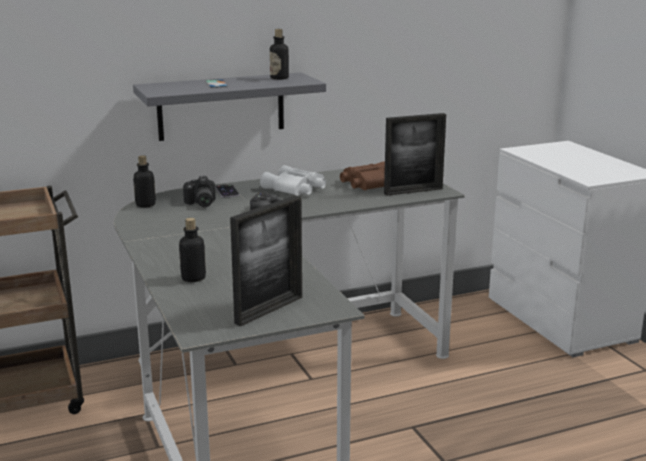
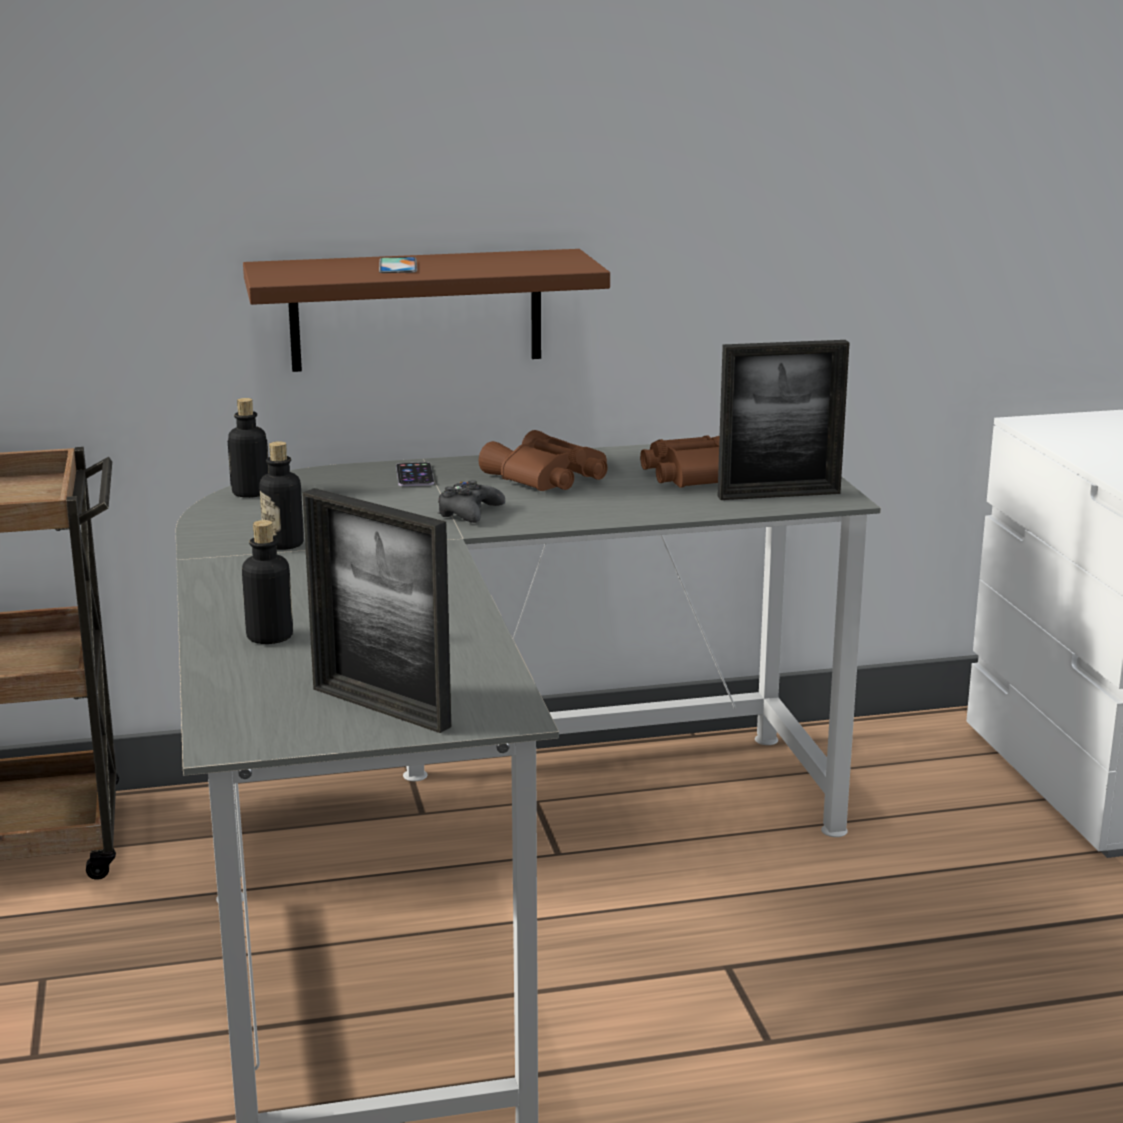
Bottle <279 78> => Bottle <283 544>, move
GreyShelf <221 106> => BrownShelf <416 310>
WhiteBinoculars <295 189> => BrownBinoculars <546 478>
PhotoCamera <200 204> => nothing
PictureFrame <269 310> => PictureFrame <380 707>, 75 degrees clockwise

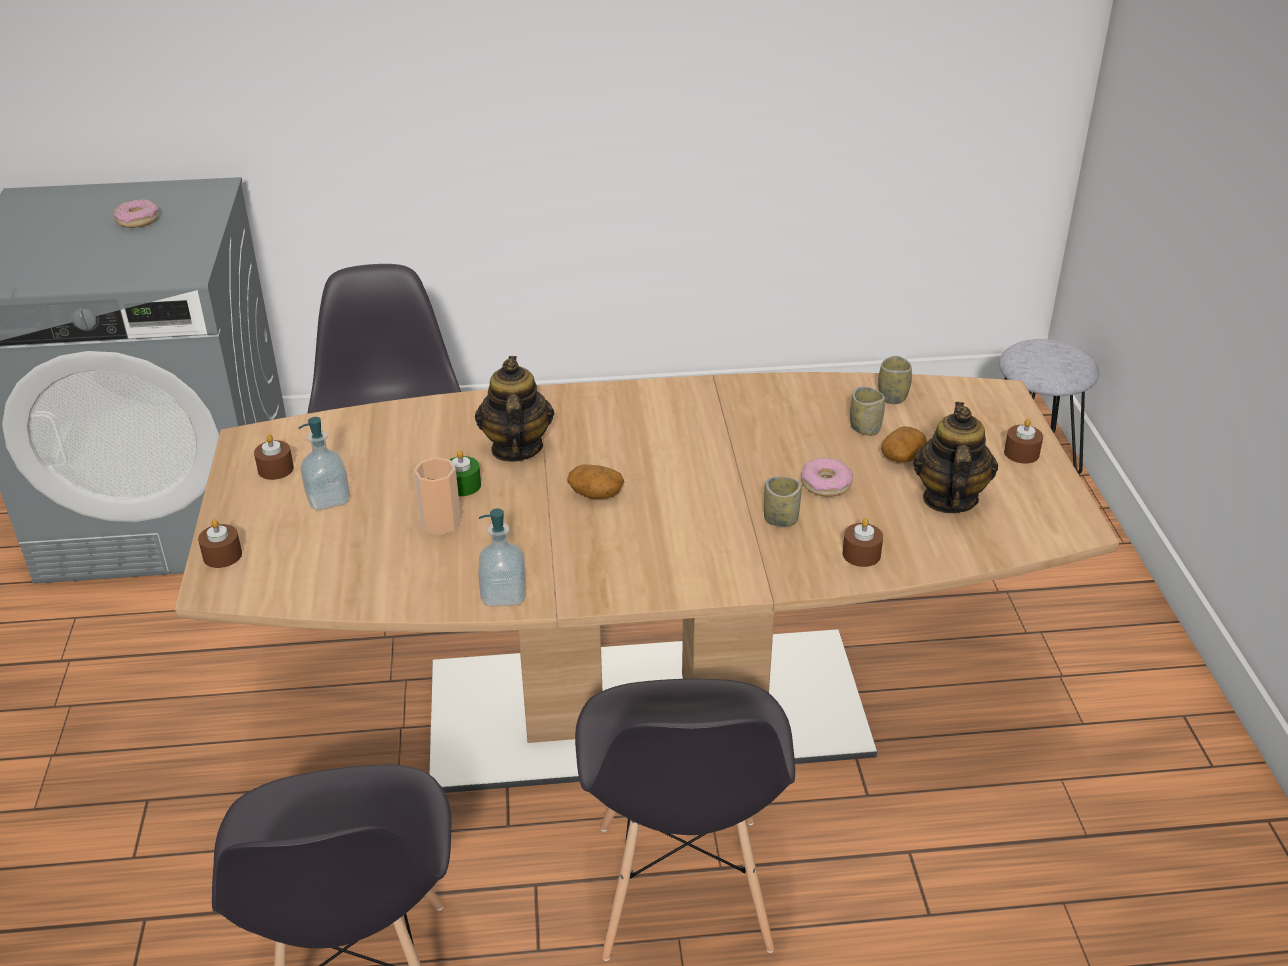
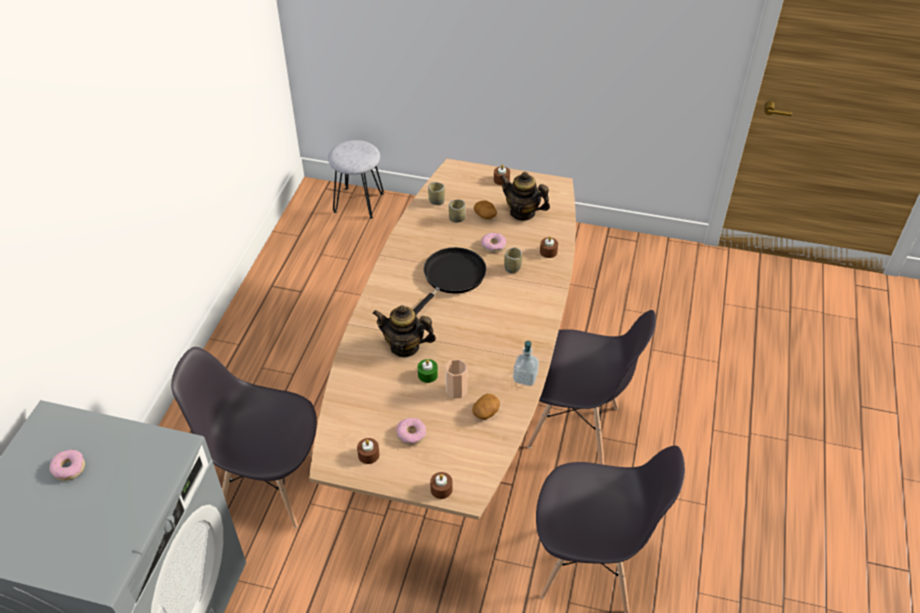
SoapDispenser <328 499> => Donut <411 434>
Potato <595 494> => Potato <486 412>, move
nothing => BlackFryingPan <452 277>

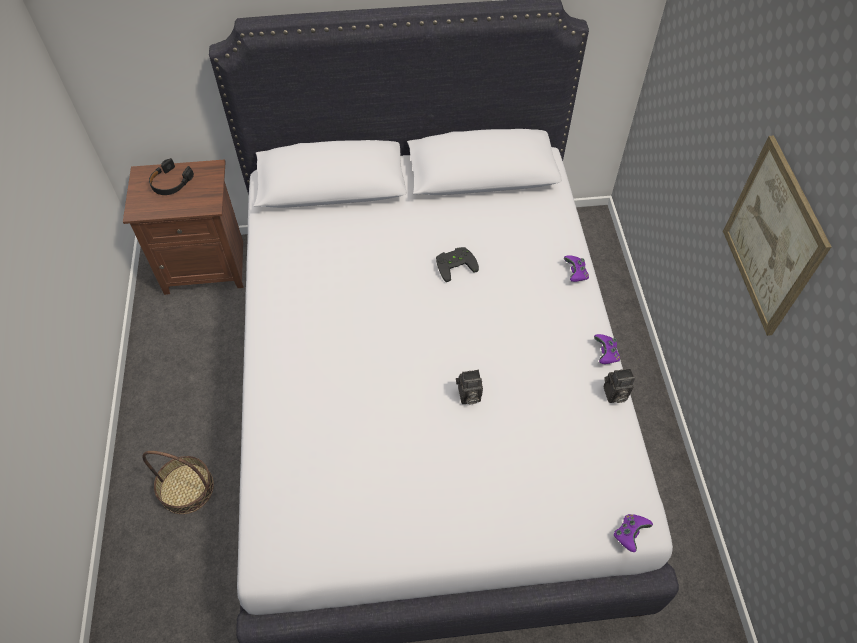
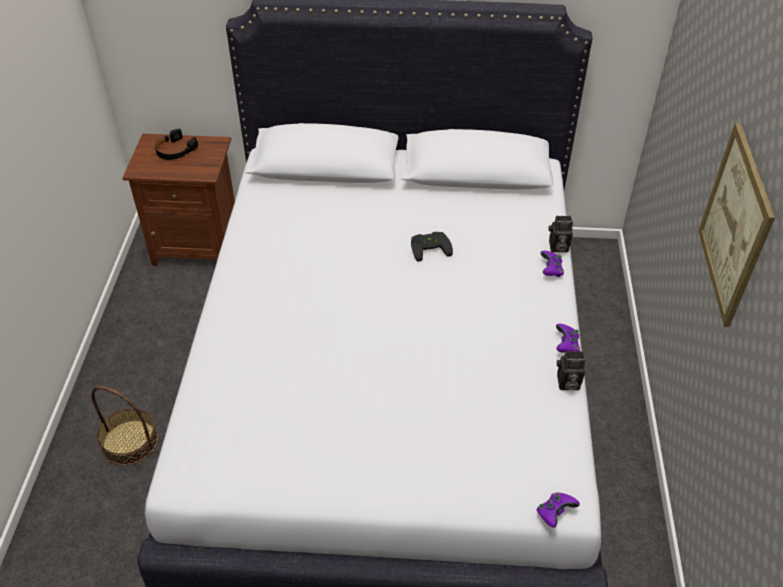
PhotoCamera <468 396> => PhotoCamera <557 247>, move

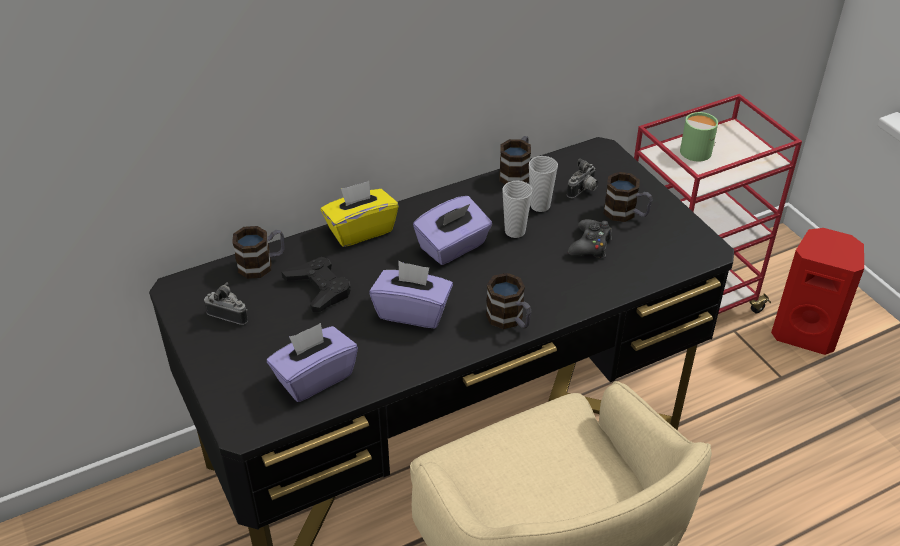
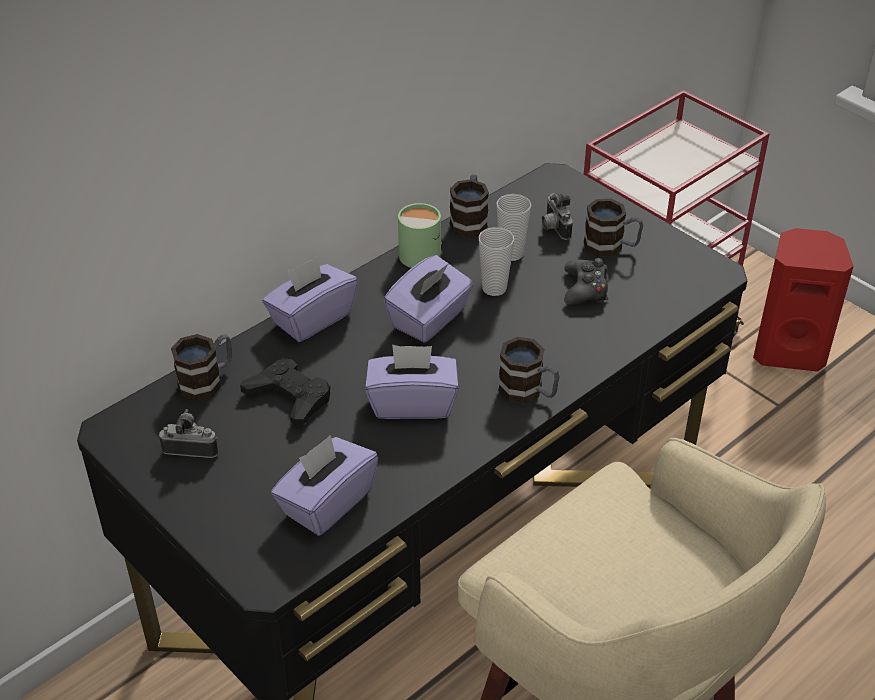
GreenMug <697 150> => GreenMug <421 252>, move
PhotoCamera <583 191> => PhotoCamera <553 228>, 135 degrees clockwise
YellowTissueBox <360 230> => PurpleTissueBox <311 318>

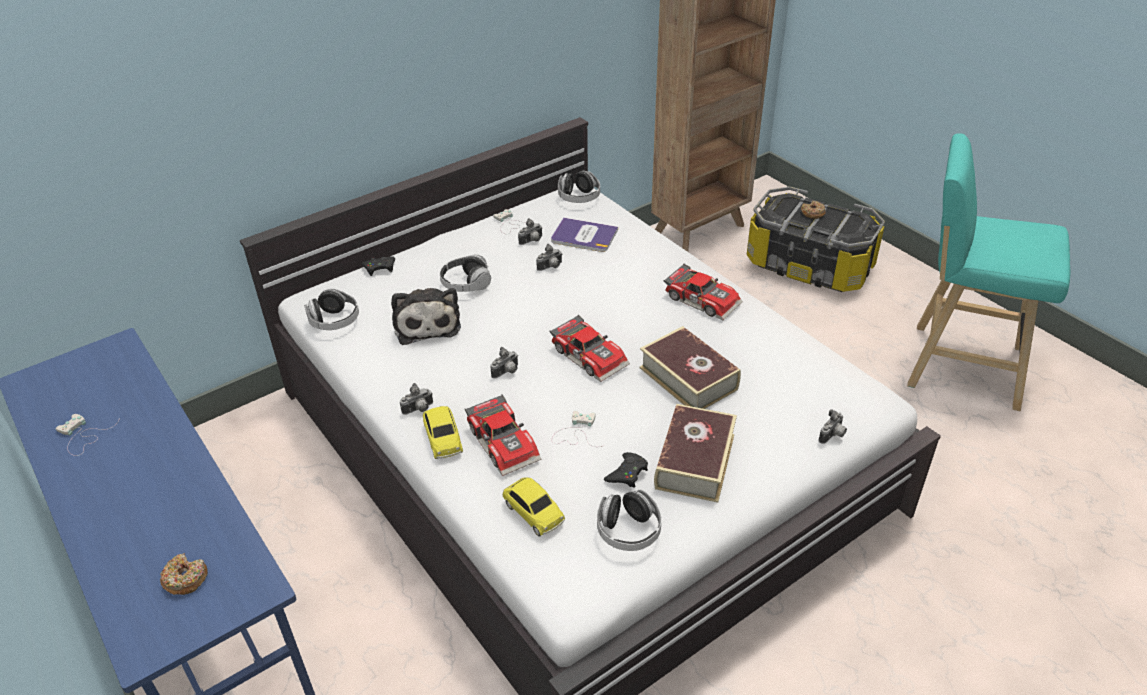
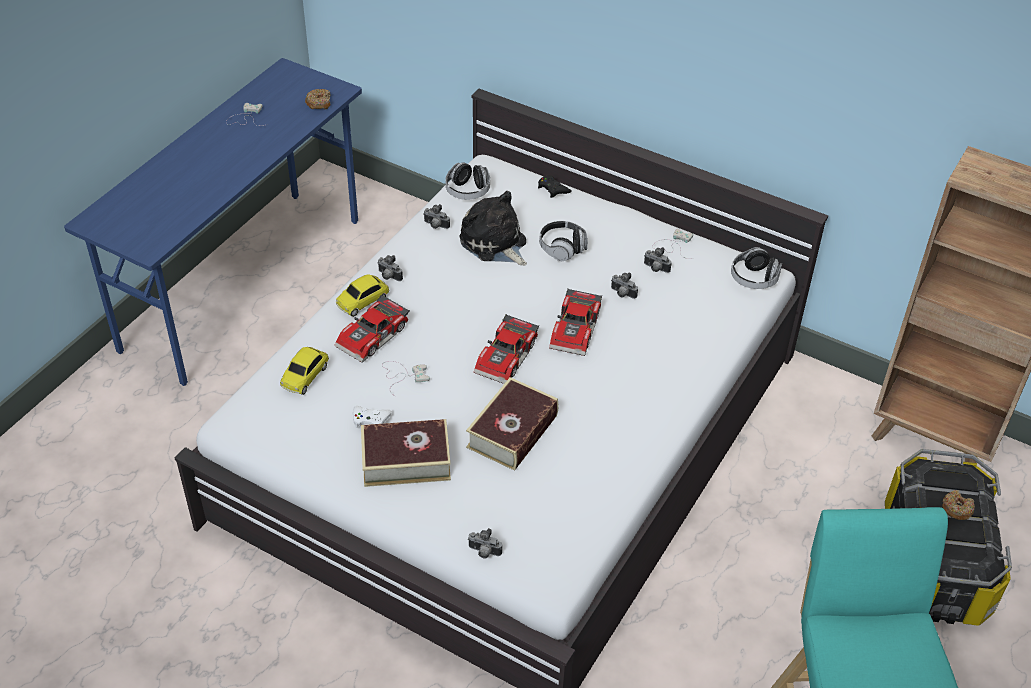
Book <584 236> => nothing
ToyCar <703 299> => ToyCar <577 330>, move
PlushToy <427 323> => PlushToy <495 243>, 90 degrees clockwise
PhotoCamera <507 372> => PhotoCamera <435 226>, move
BlackGameController <627 473> => WhiteGameController <370 419>
Headphones <628 531> => nothing
Donut <185 579> => Donut <319 103>, move

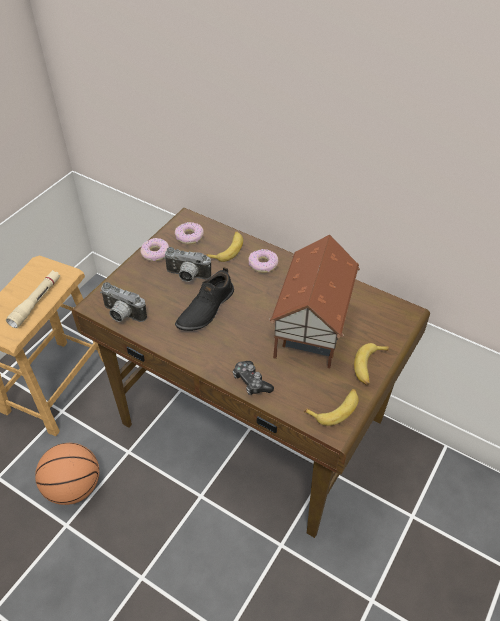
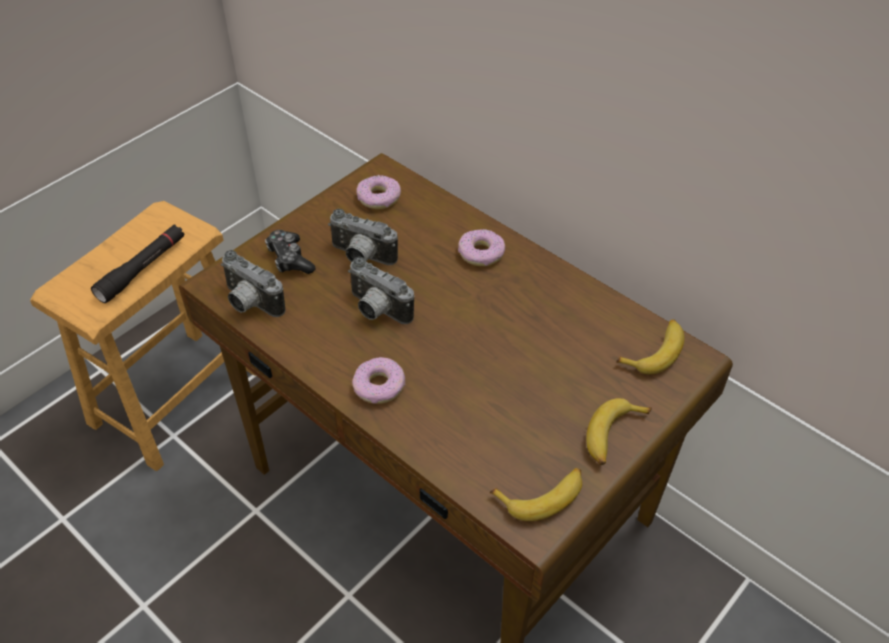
Banana <227 250> => Banana <654 351>, move
ToyHouse <310 330> => nothing
Donut <155 253> => Donut <379 386>, move
BlackShoe <205 309> => PhotoCamera <376 310>
BeigeFlashlight <36 302> => BlackFlashlight <142 269>
GameController <251 382> => GameController <290 259>, move
Basketball <73 487> => nothing

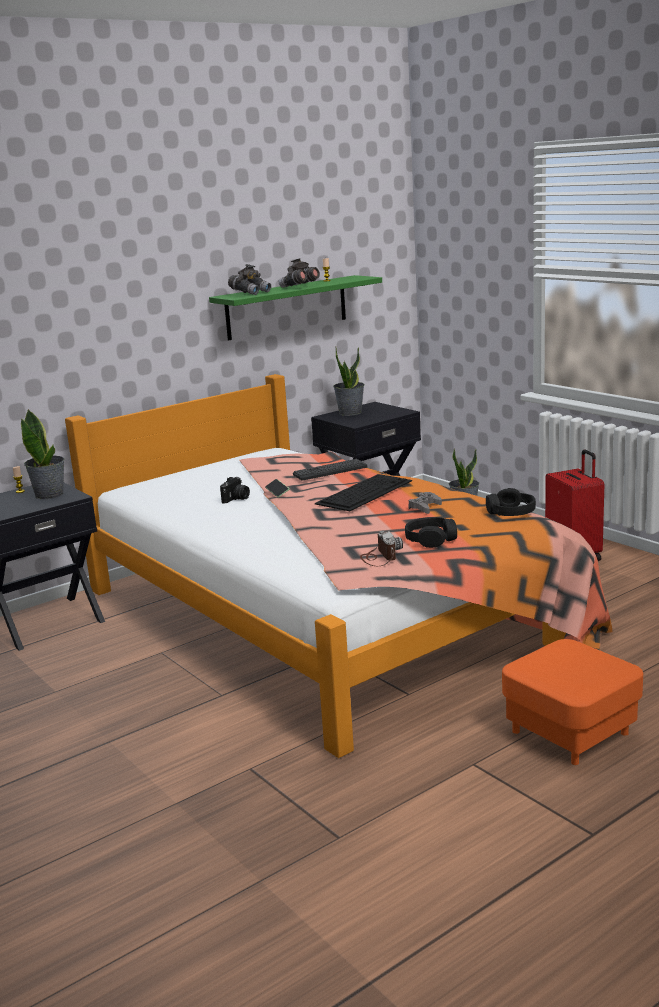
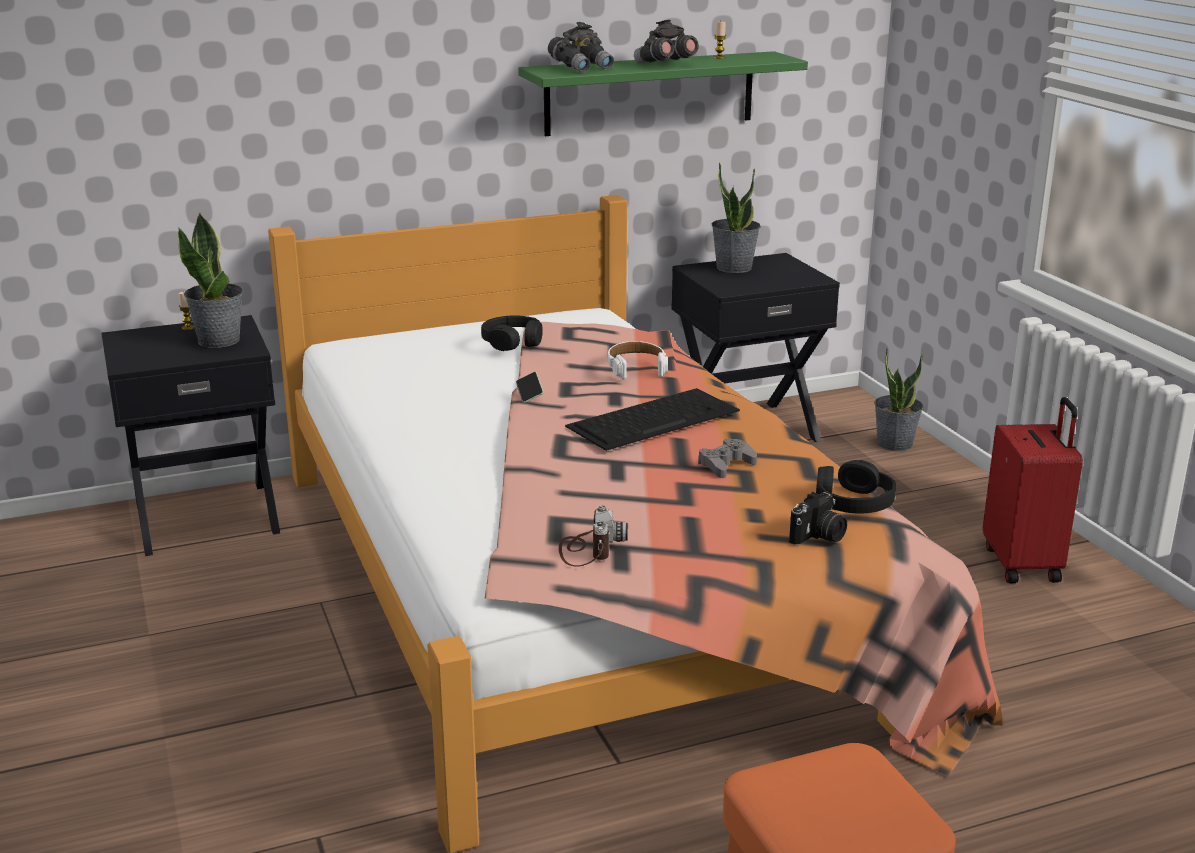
Keyboard <330 471> => WhiteHeadphones <636 367>
PhotoCamera <236 499> => PhotoCamera <819 536>, move
BlackHeadphones <431 539> => BlackHeadphones <513 342>, move

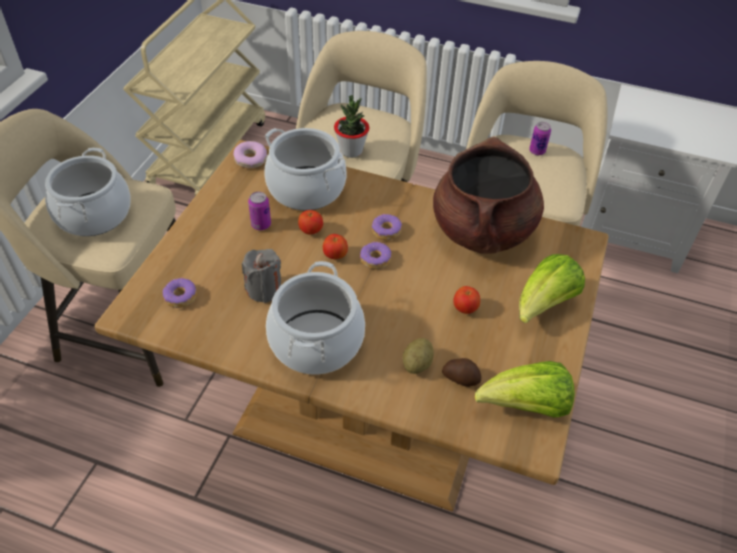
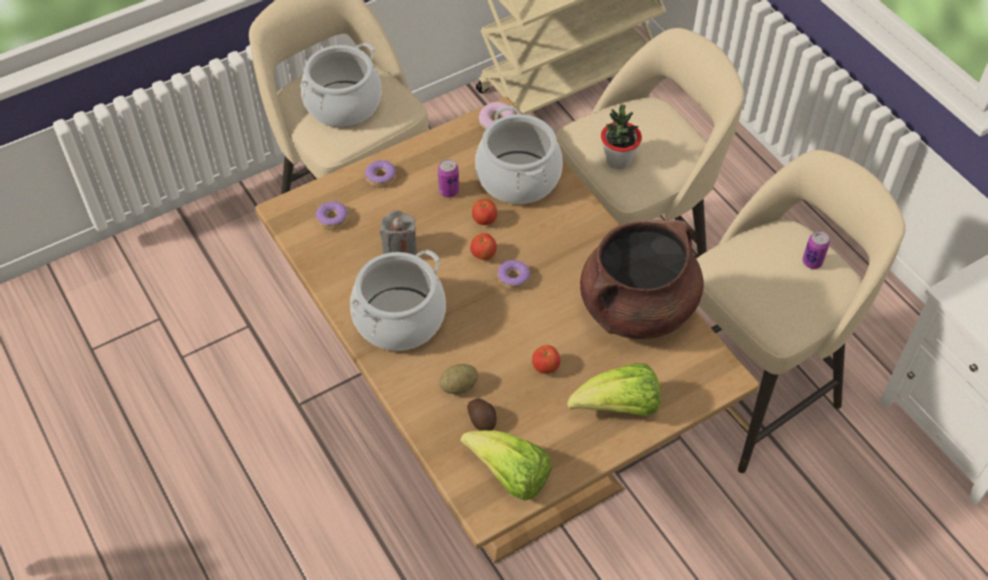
Donut <386 231> => Donut <380 178>, move

